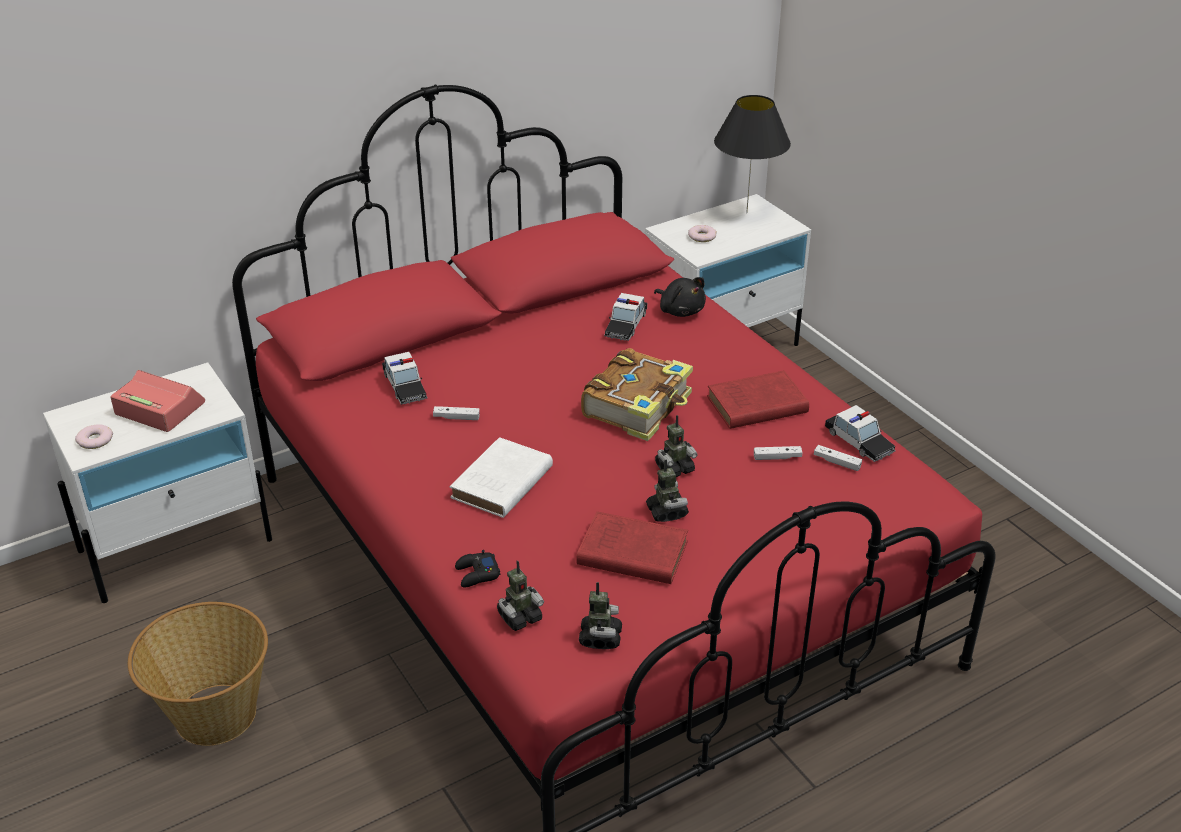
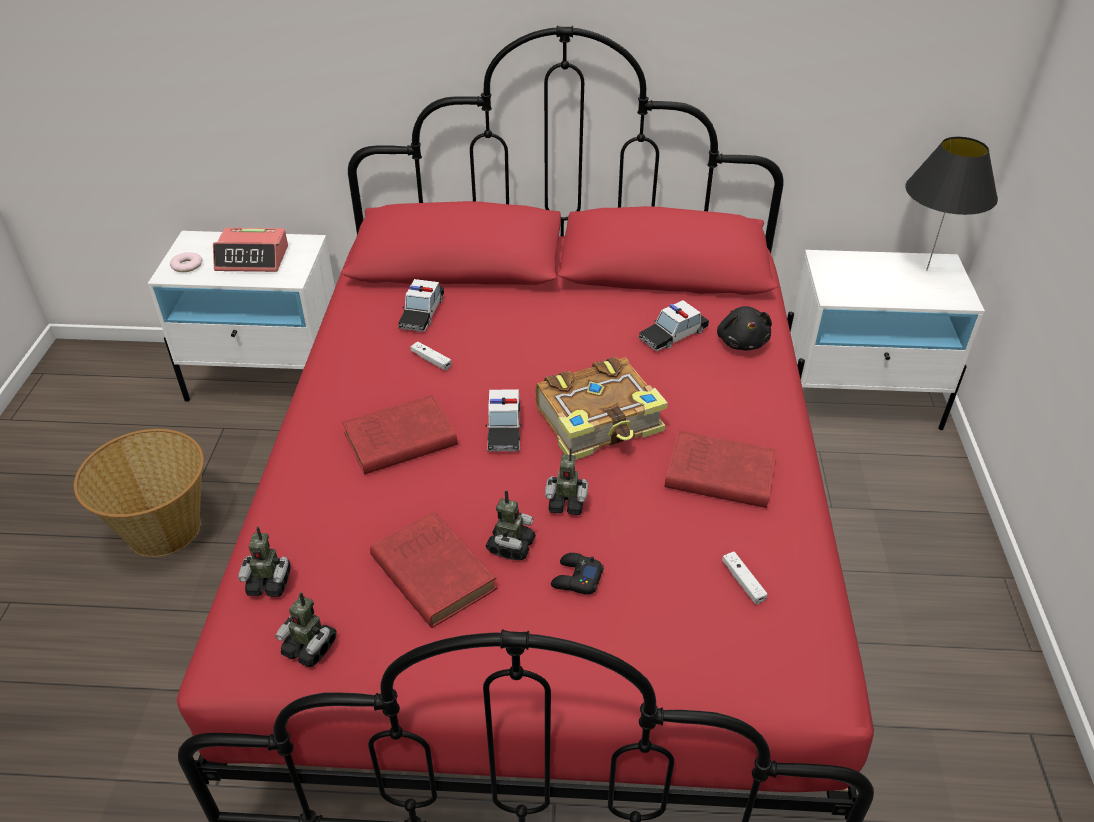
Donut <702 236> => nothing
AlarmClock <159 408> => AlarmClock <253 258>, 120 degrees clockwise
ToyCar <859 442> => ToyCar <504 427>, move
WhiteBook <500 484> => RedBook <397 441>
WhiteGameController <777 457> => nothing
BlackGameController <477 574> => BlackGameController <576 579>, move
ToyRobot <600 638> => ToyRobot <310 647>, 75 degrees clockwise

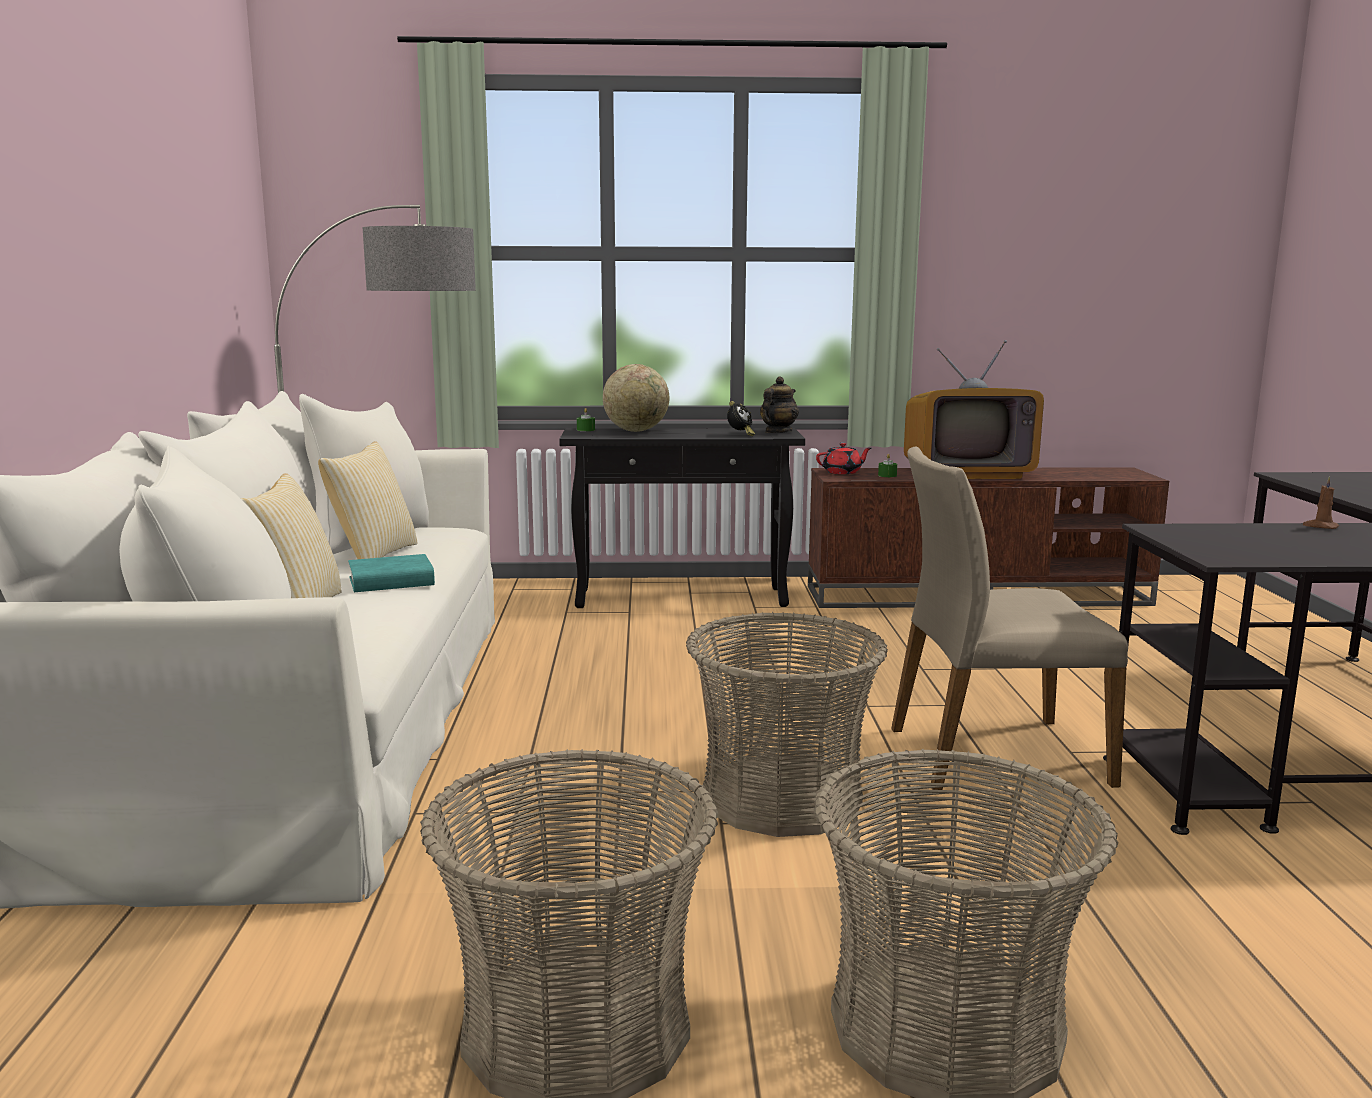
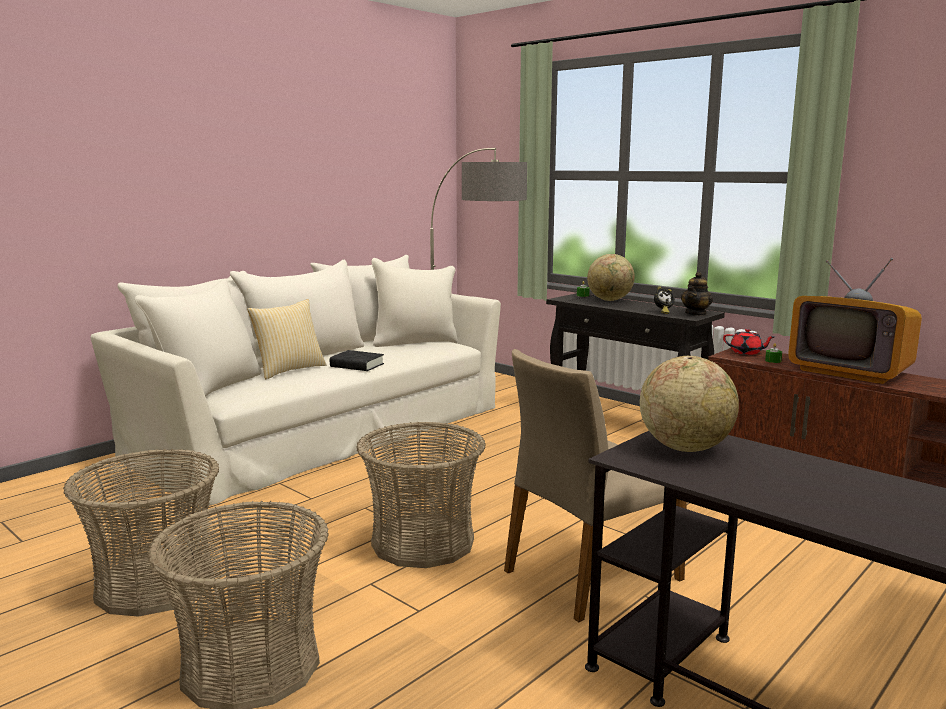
Teapot <778 432> => Teapot <696 314>, 135 degrees clockwise
Pillow <373 556> => nothing
BeigeChair <994 754> => BeigeChair <589 574>, 75 degrees counterclockwise
BrownCandle <1320 526> => nothing
TurquoiseBook <391 582> => BlackBook <357 365>
nothing => Globe <685 448>

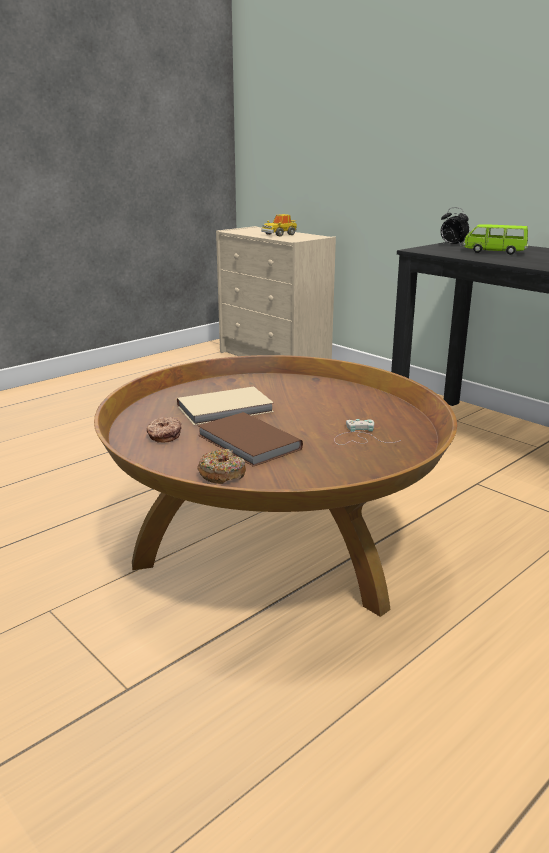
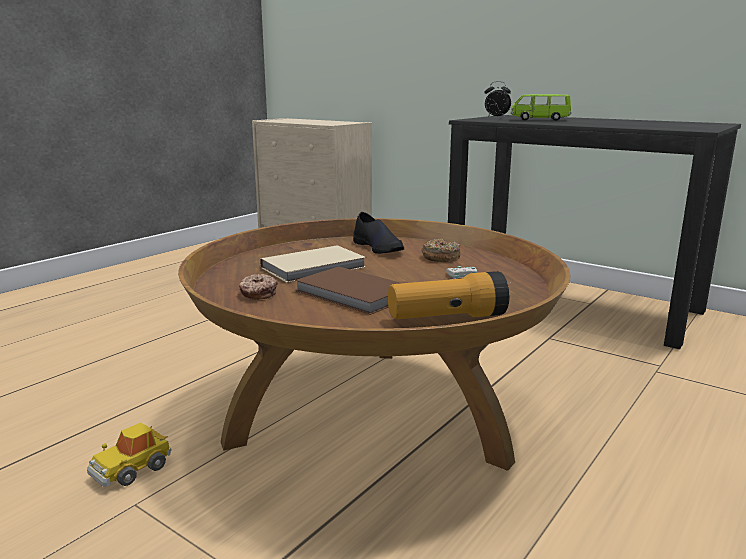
ToyCar <279 234> => ToyCar <132 469>, move
Donut <221 474> => Donut <440 257>, move
nothing => BlackShoe <378 248>
nothing => Flashlight <447 318>

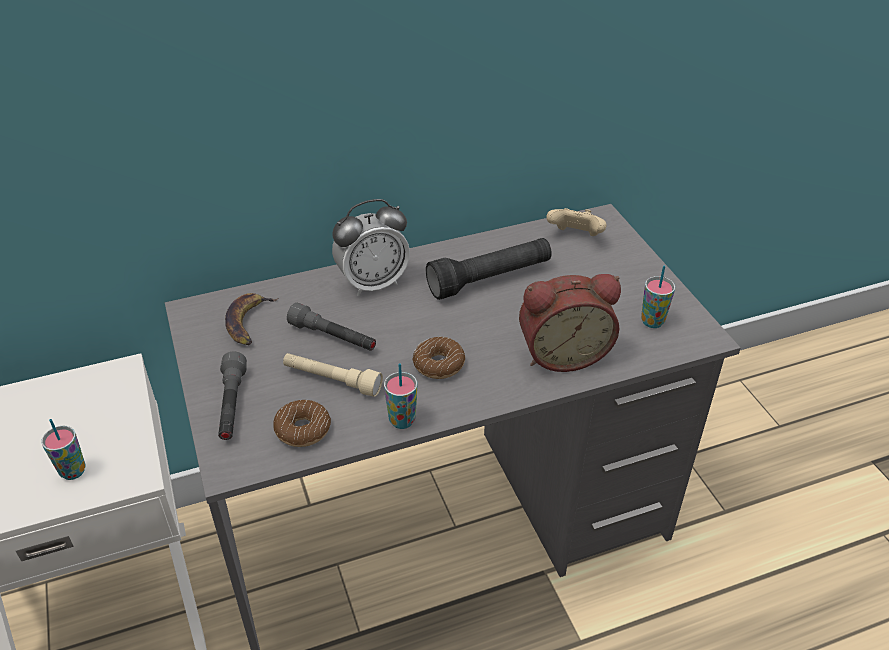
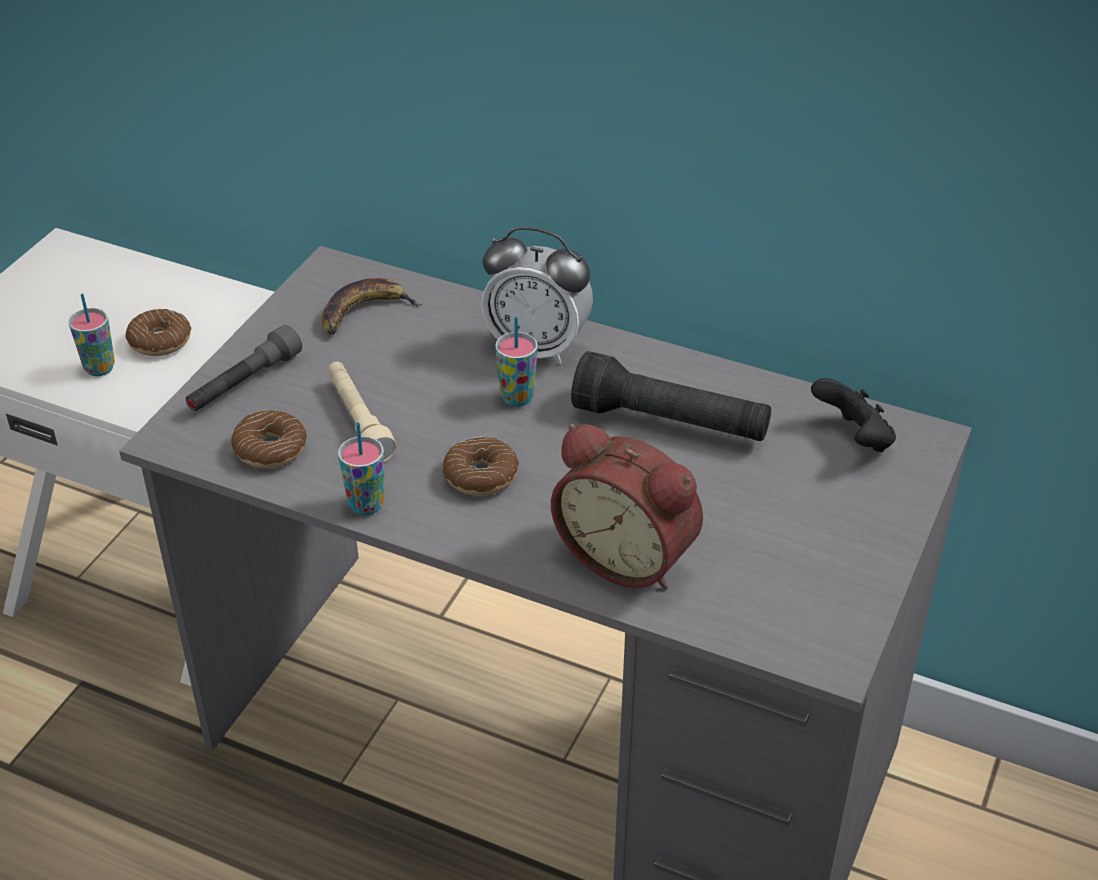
BeigeGameController <575 237> => BlackGameController <853 439>
Cup <652 321> => Cup <517 397>, move
GreyFlashlight <333 337> => nothing
nothing => Donut <160 341>

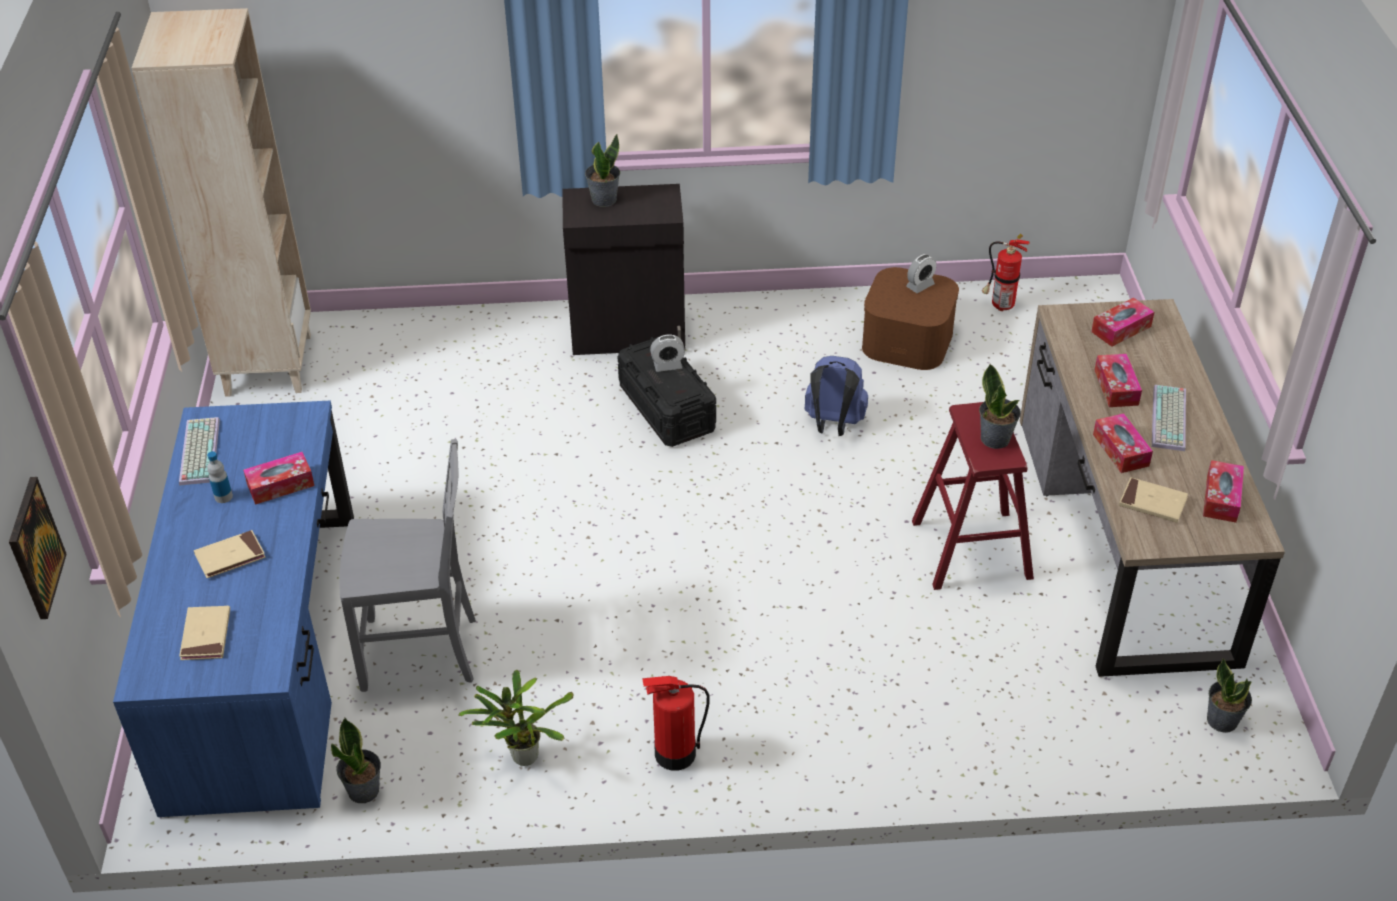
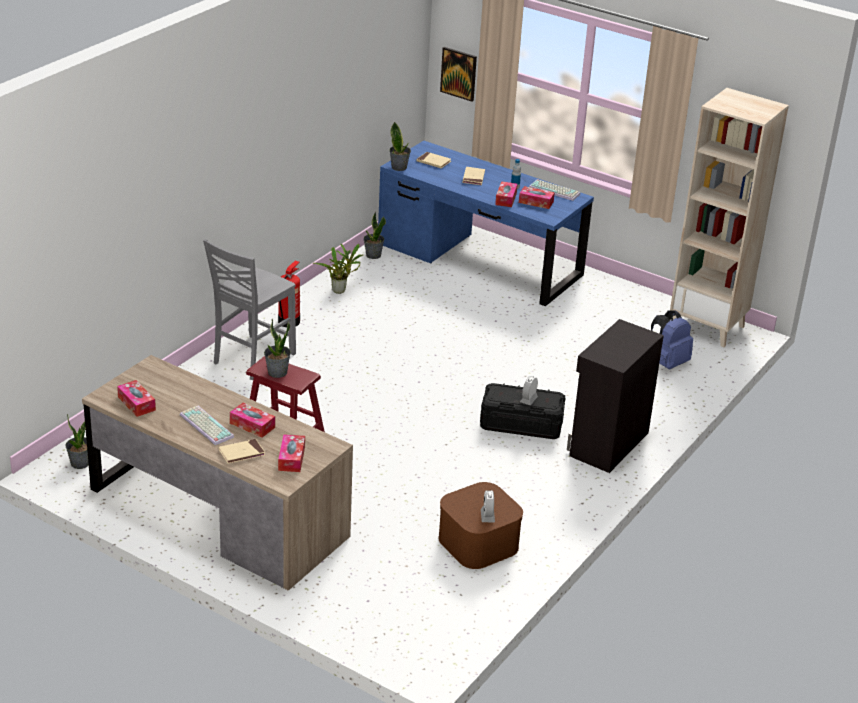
PottedPlant <603 199> => PottedPlant <399 167>, move
FireExtinguisher <999 305> => nothing
BlueBackpack <833 425> => BlueBackpack <668 363>, move
TissueBox <1120 450> => TissueBox <536 202>, move
GreyChair <422 653> => GreyChair <252 358>, move
BeigeBook <1152 503> => BeigeBook <241 453>, move

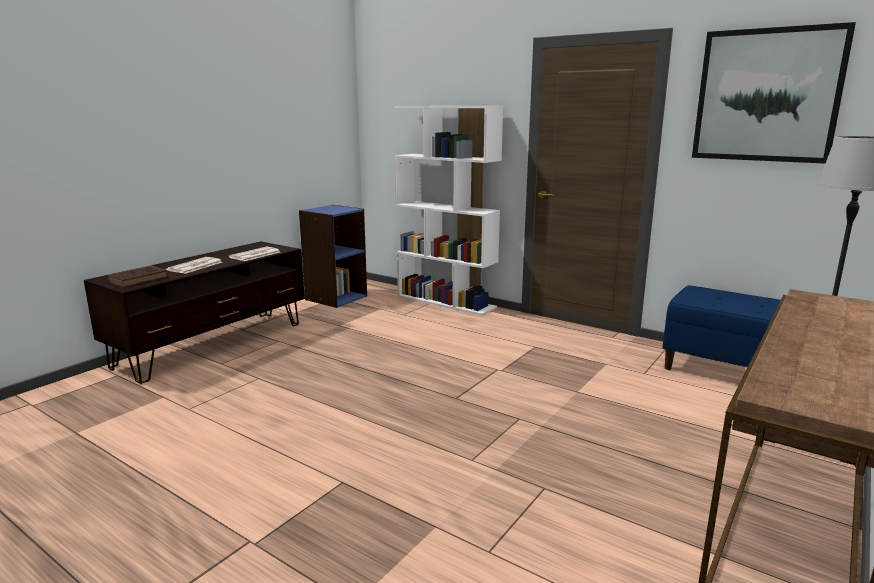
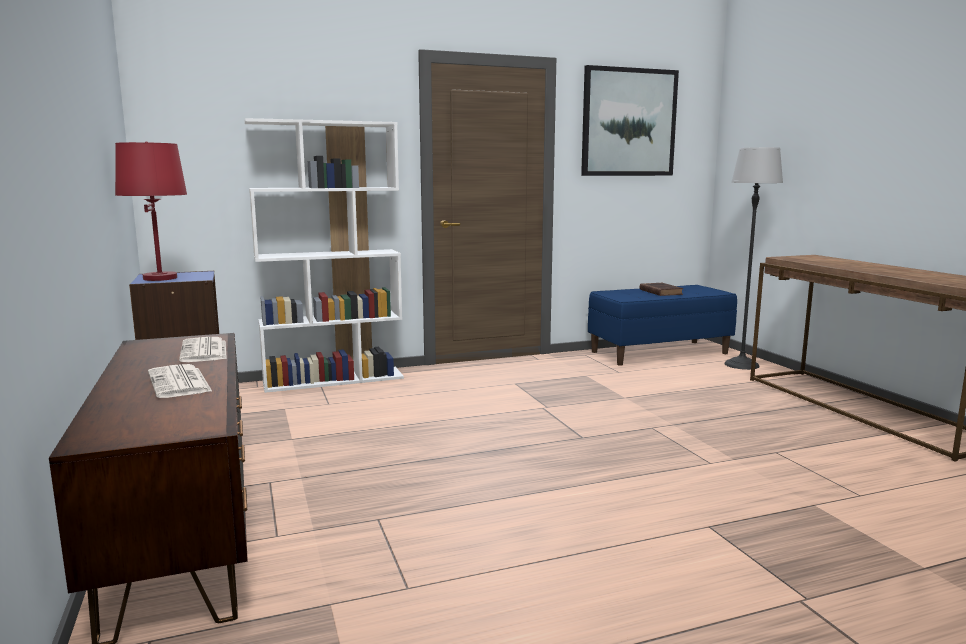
BrownBook <139 279> => BrownBook <660 292>, move
nothing => RedTableLamp <159 278>

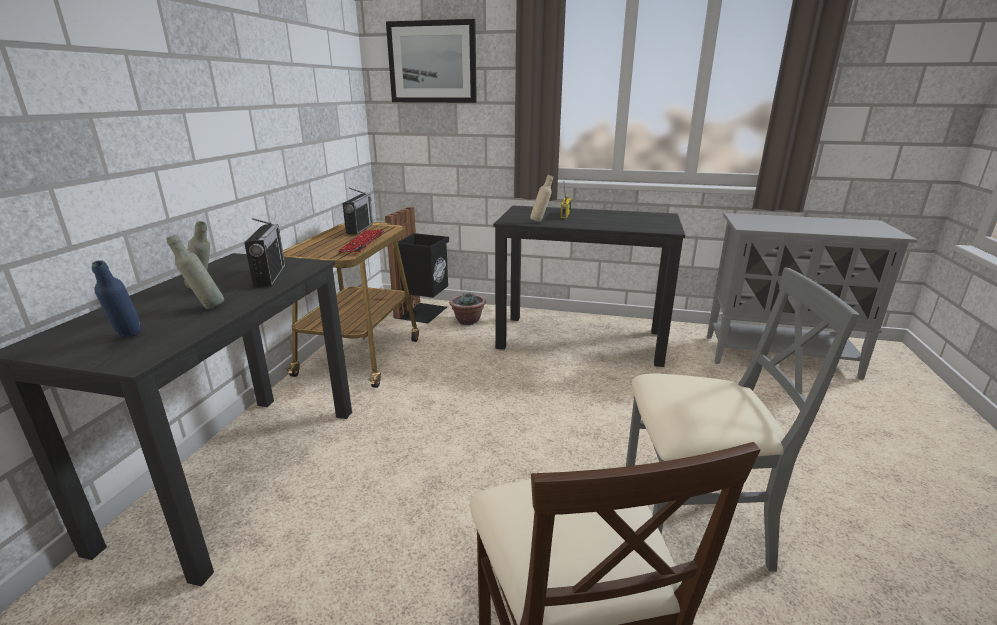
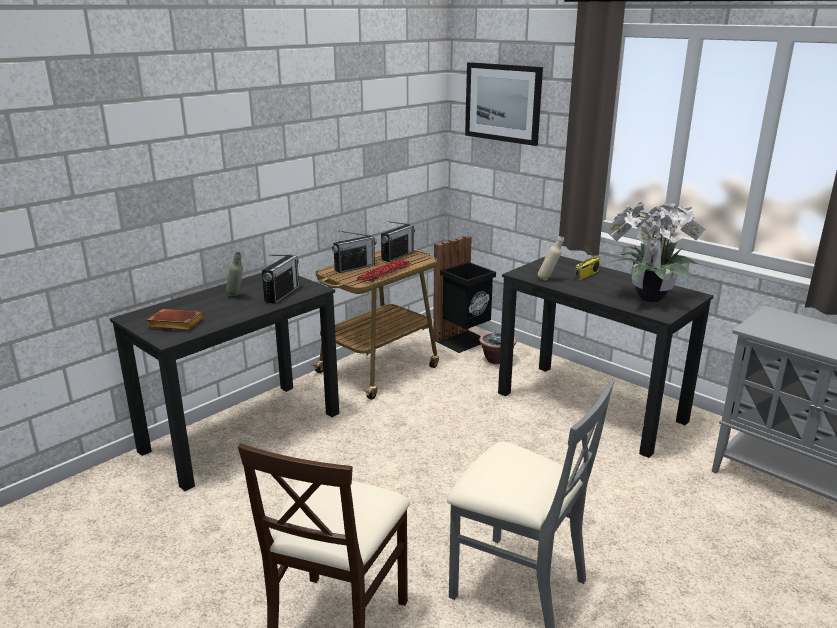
GreyBottle <205 308> => nothing
BlueBottle <128 338> => BrownBook <174 324>
nothing => PottedPlant <647 297>
nothing => Radio <354 267>

